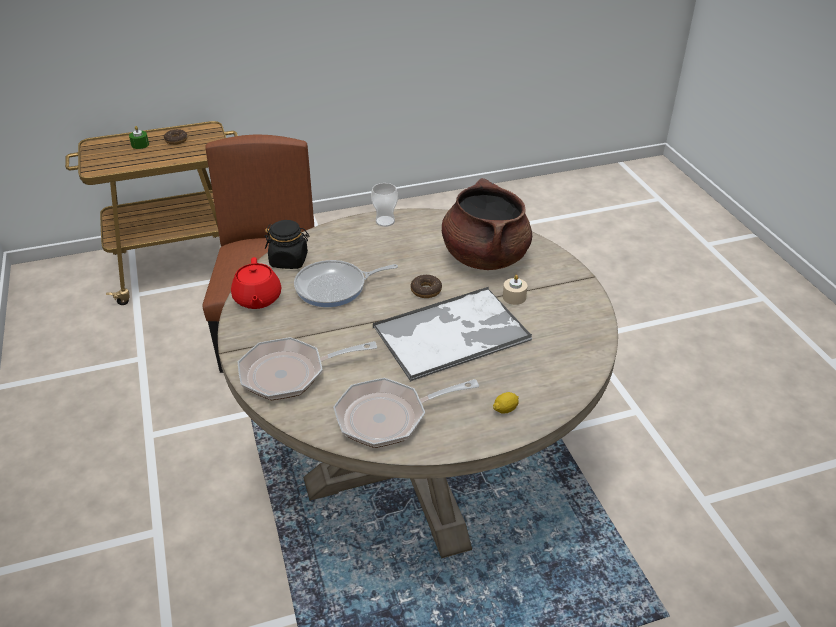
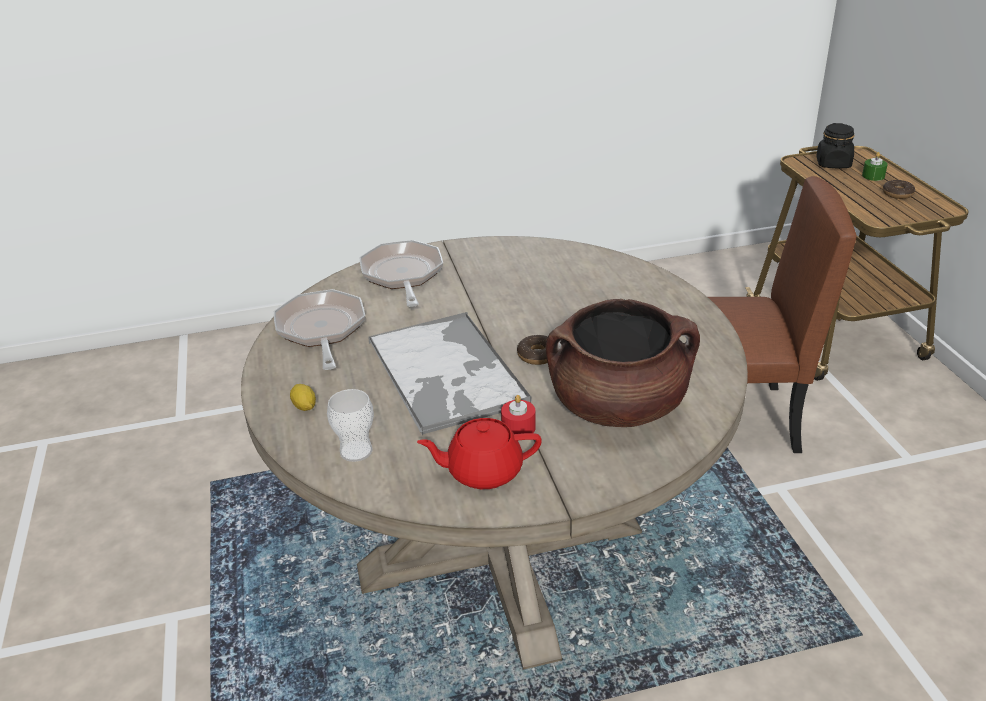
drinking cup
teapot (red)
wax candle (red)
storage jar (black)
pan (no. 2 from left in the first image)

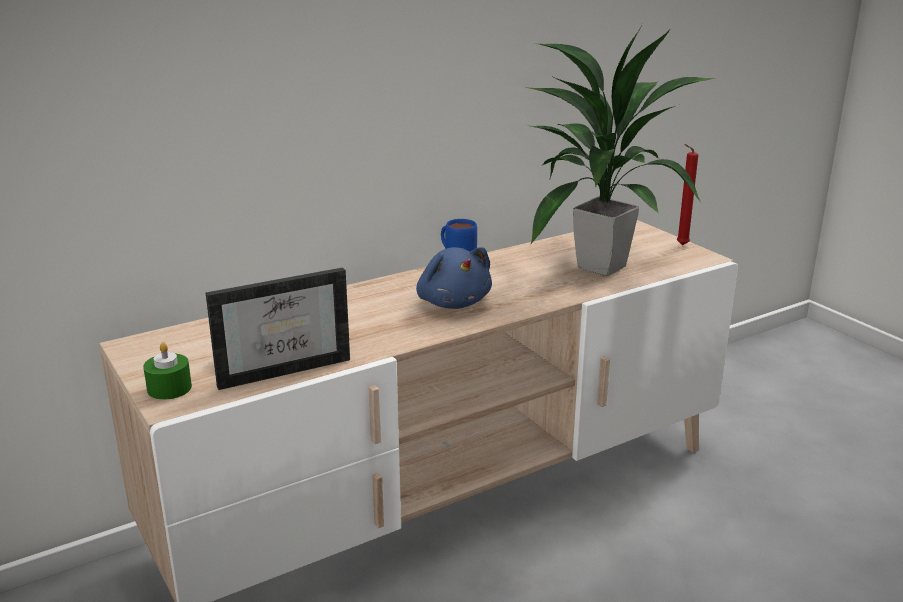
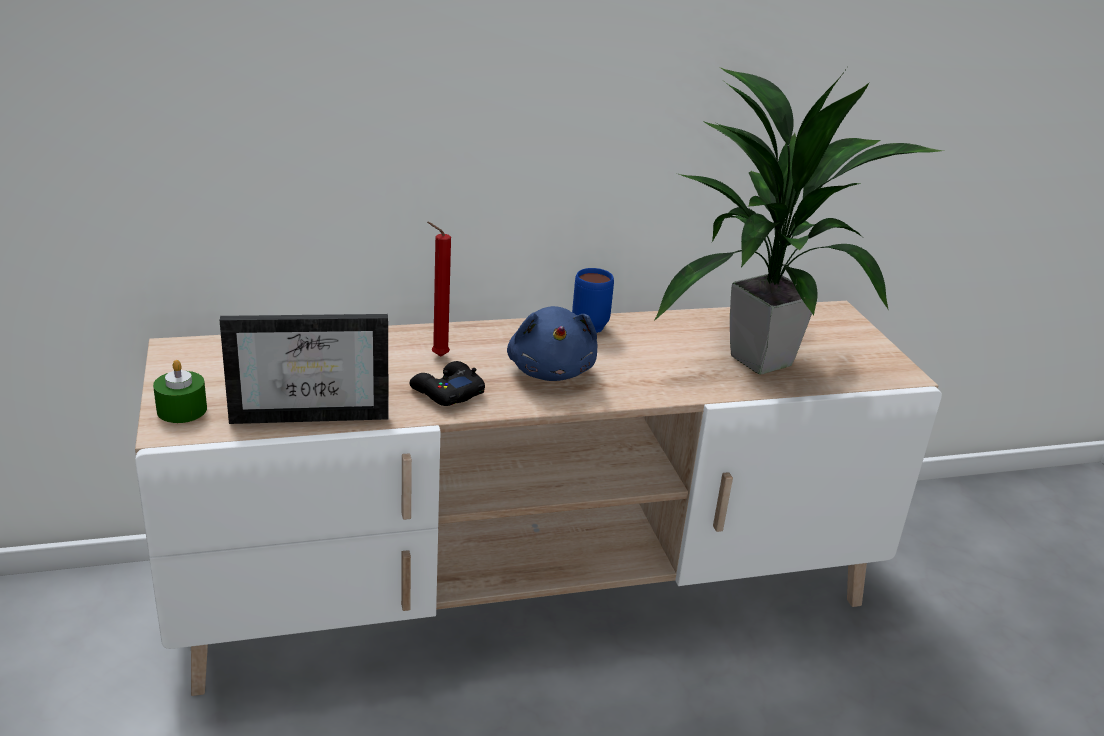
joypad (black)
wax candle (red)

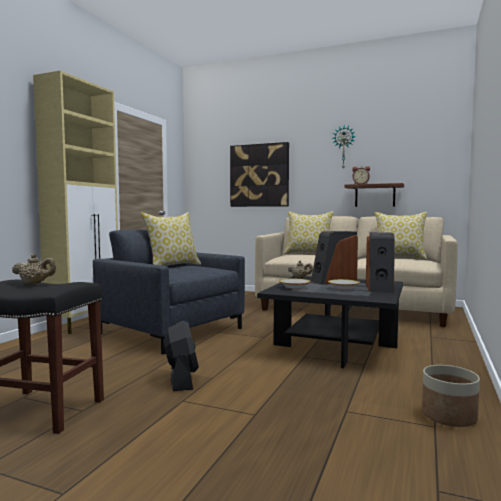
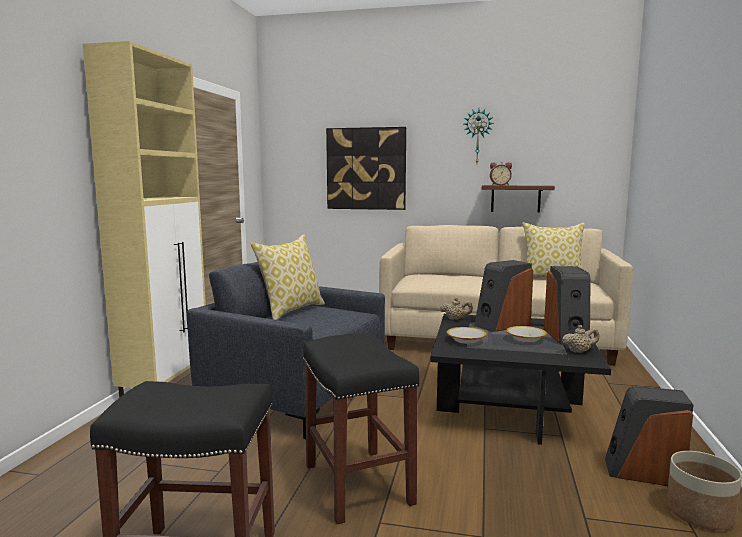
stool seat (black) (no. 2 from left)
teapot (beige-coloured) (no. 2 from left)
loudspeaker (no. 3 from left)
pillow (no. 2 from left in the first image)

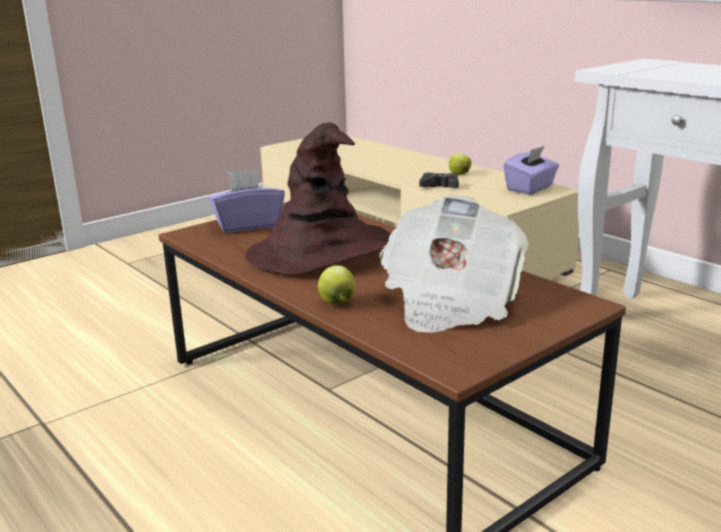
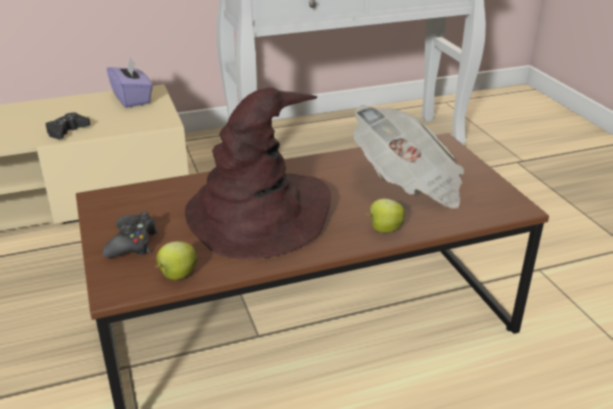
joypad (black) (no. 2 from left)
apple (no. 1 from left)

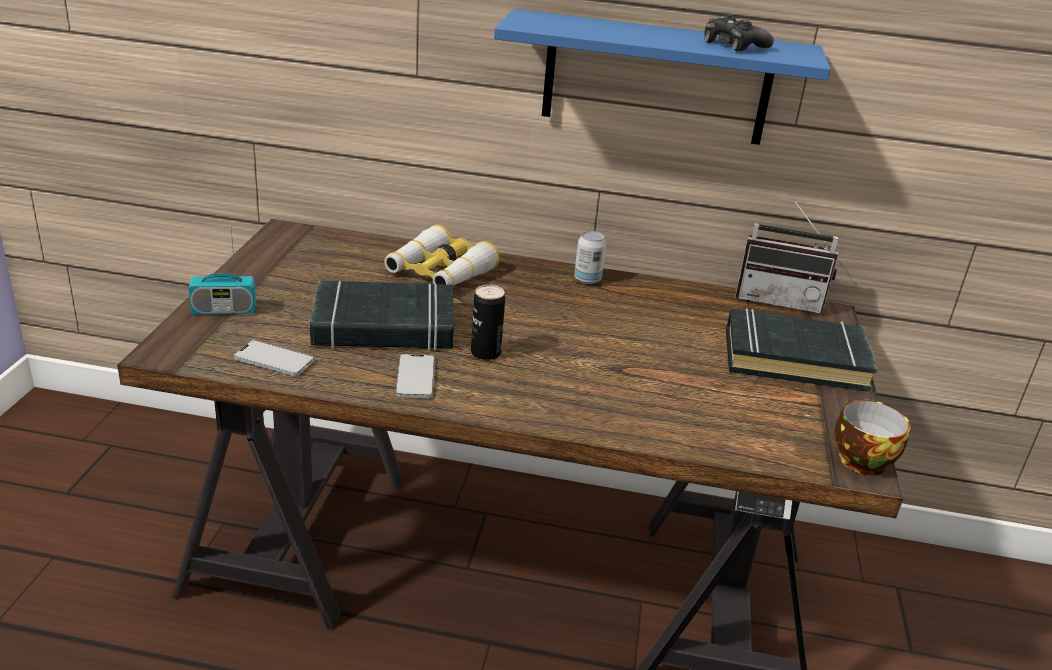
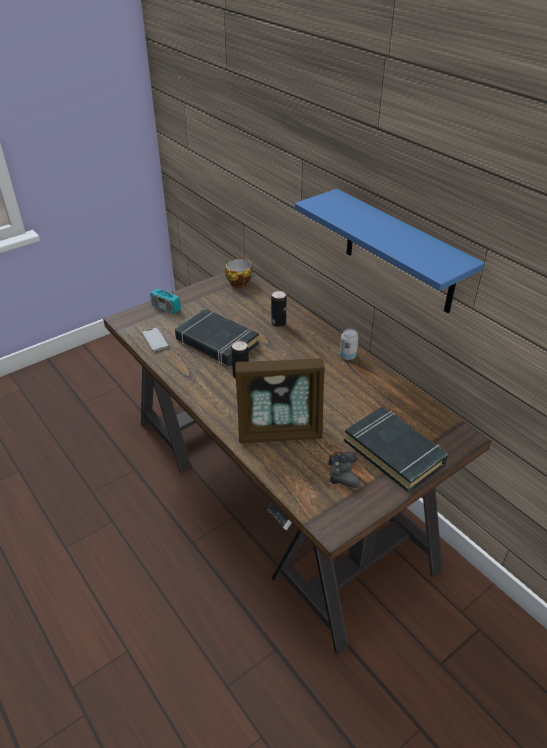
drinking cup
photo frame
can (no. 2 from left)
joypad (black)
phone (no. 2 from left in the first image)
radio (no. 2 from left in the first image)

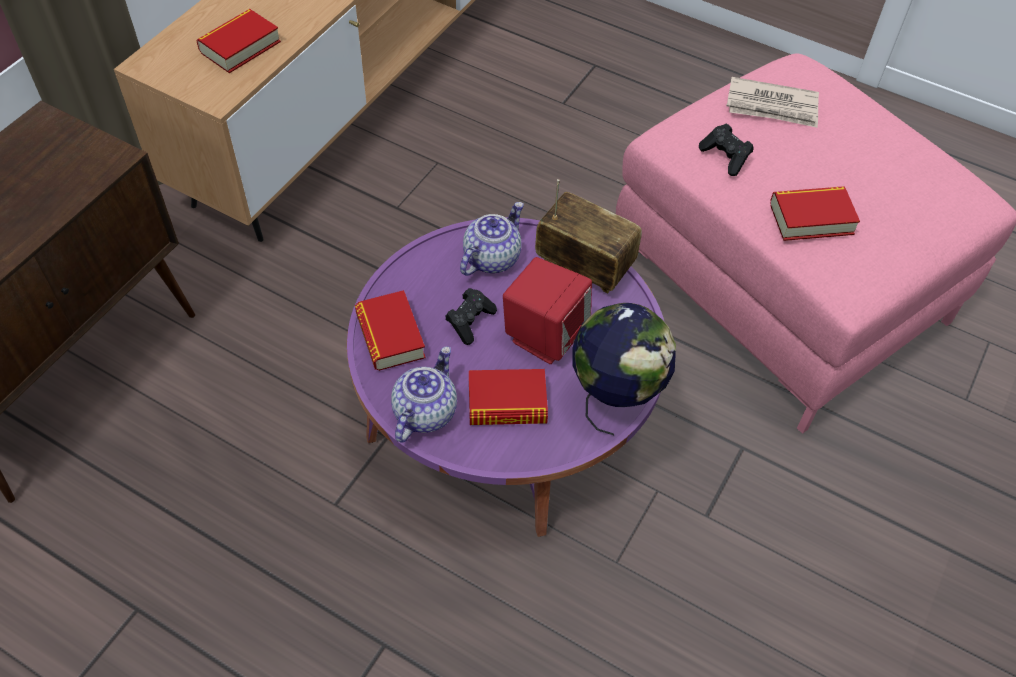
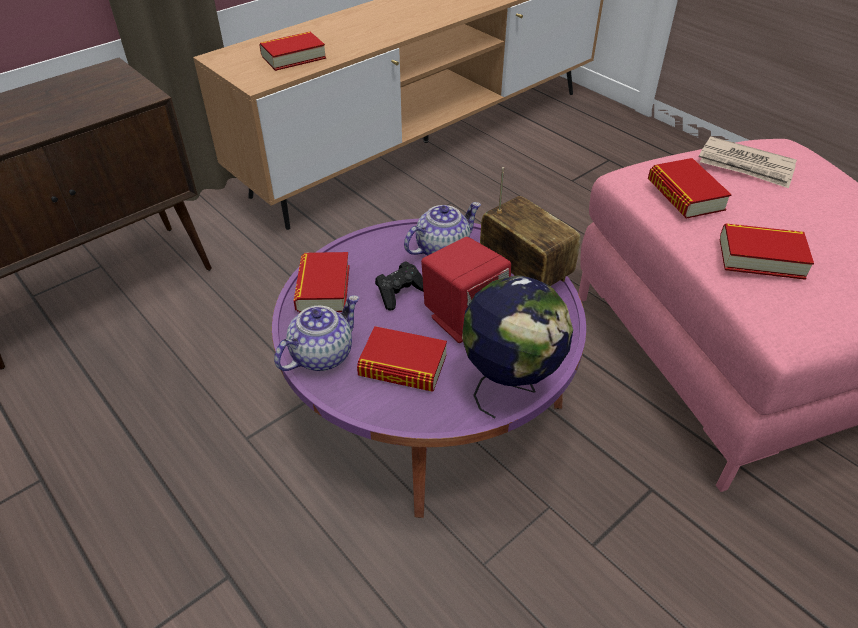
volume (no. 4 from left)

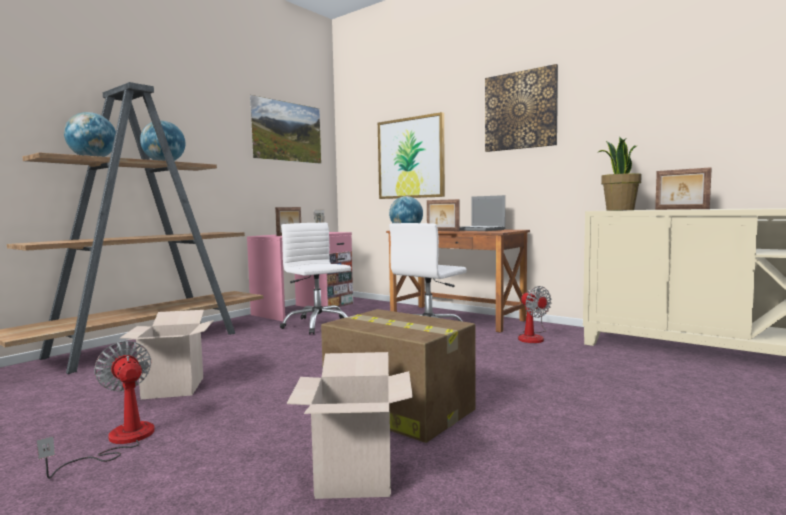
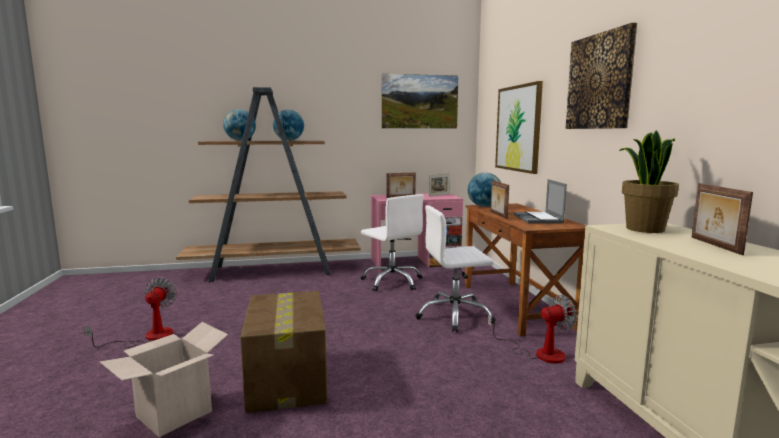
computer chair (white-coloured) (no. 1 from left)
fan (no. 2 from left)
cardboard box (no. 1 from left in the first image)

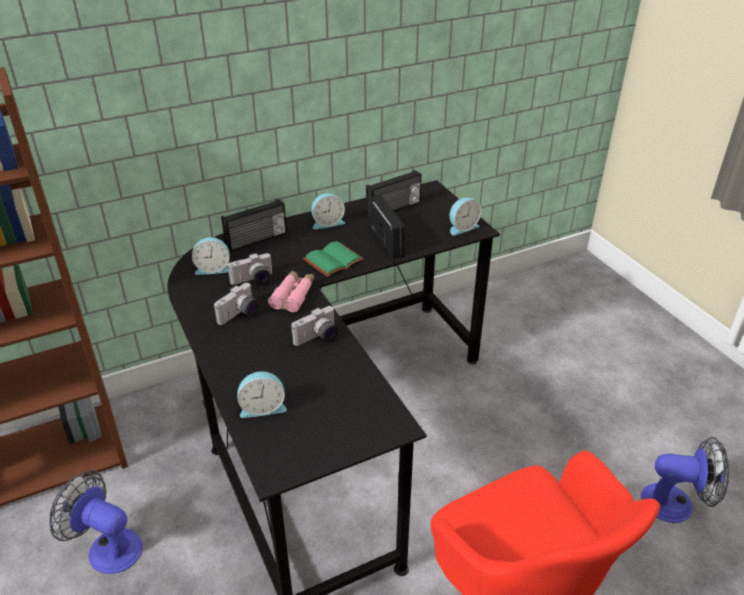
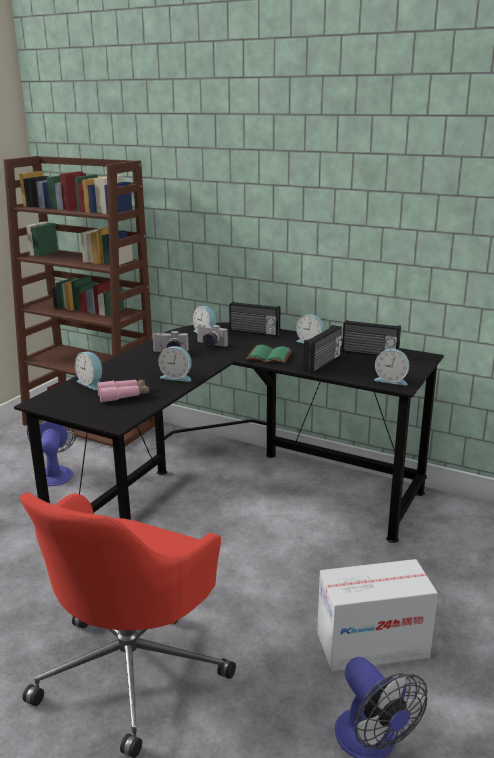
pair of binoculars (pinkish)
bedside clock (no. 2 from left)
cardboard box

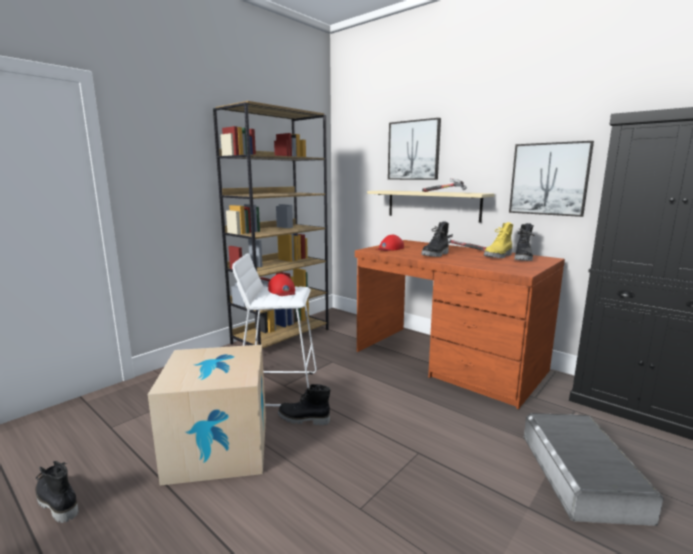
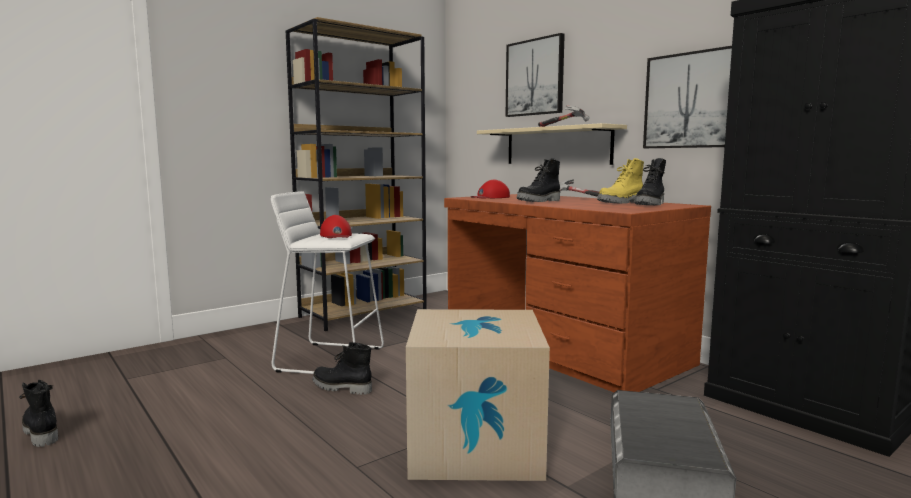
cardboard box

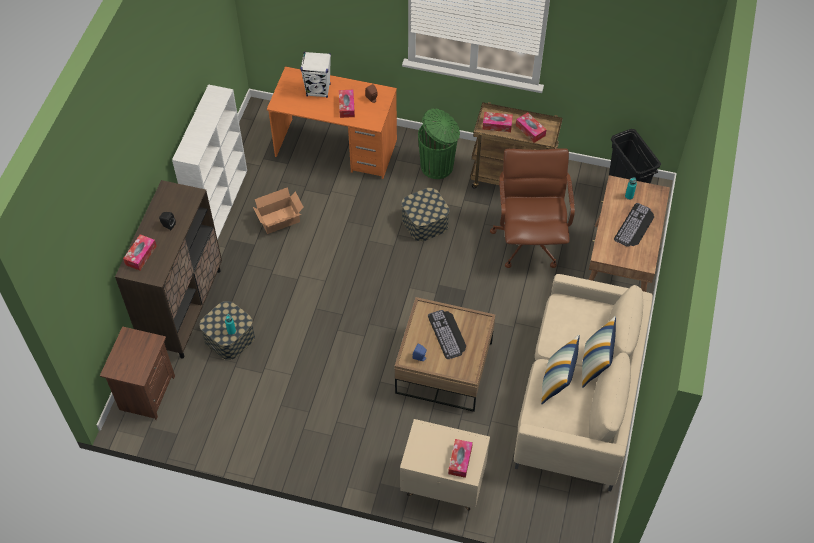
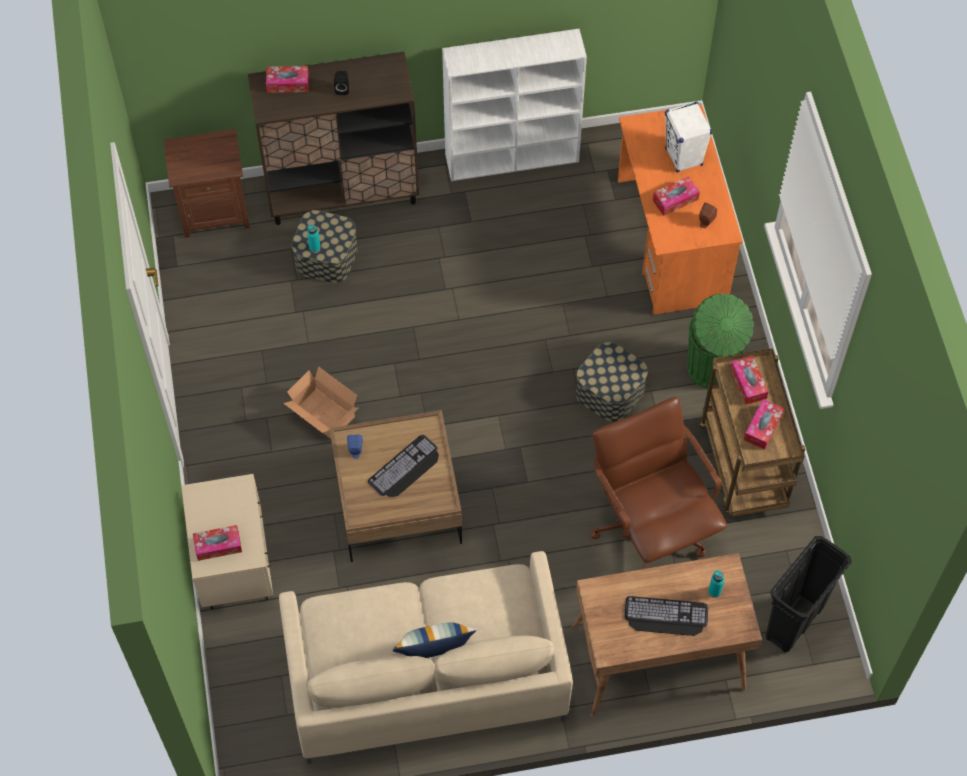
cardboard box
computer chair (brownish)
pillow (no. 1 from left in the first image)

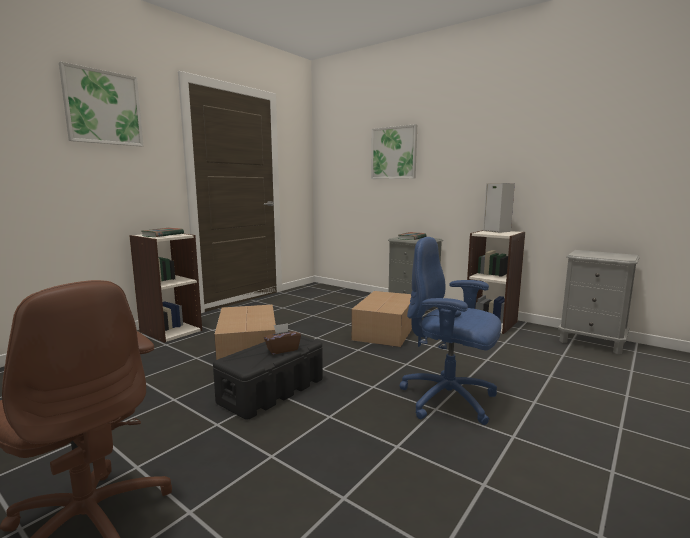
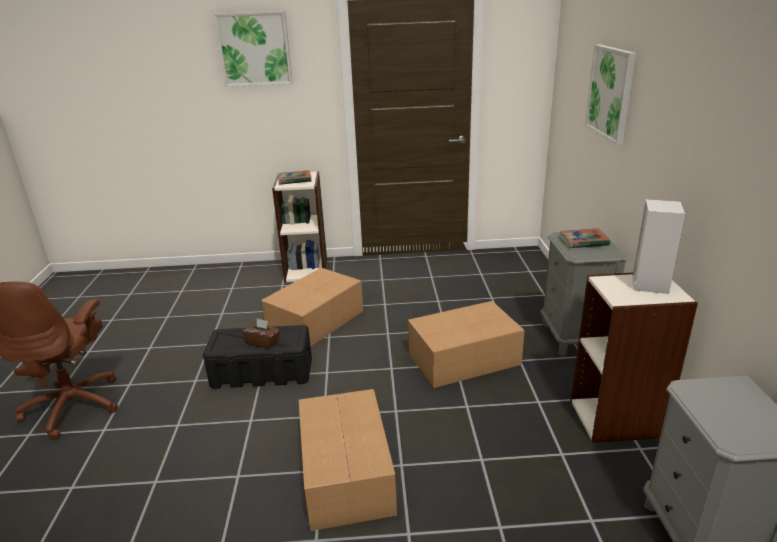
cardboard box (no. 2 from left)

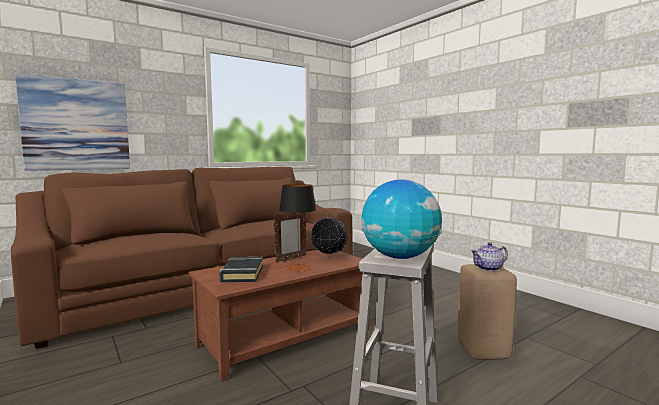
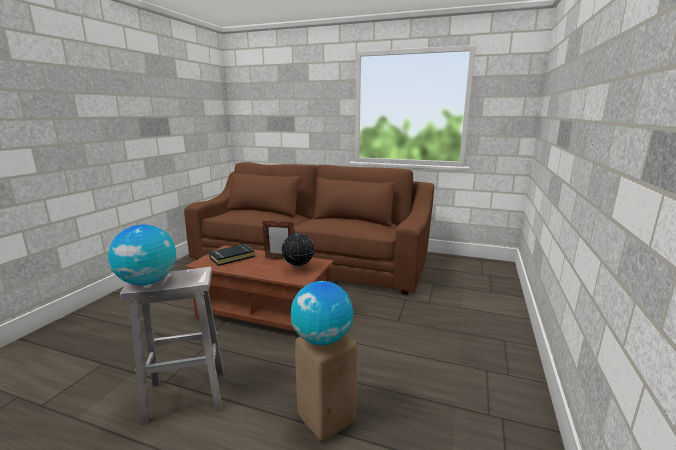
desk globe (no. 3 from left)
picture
lamp for a table

